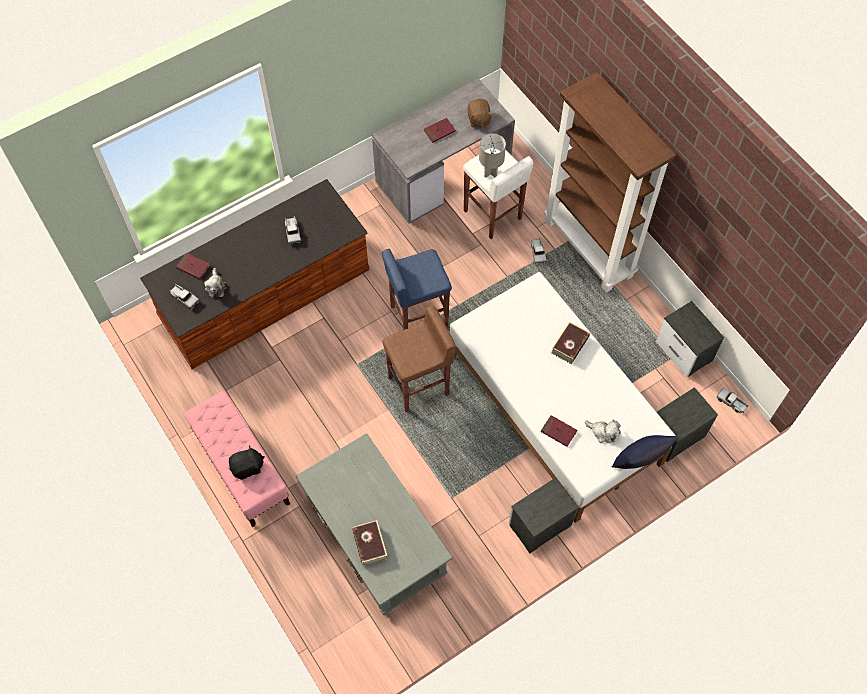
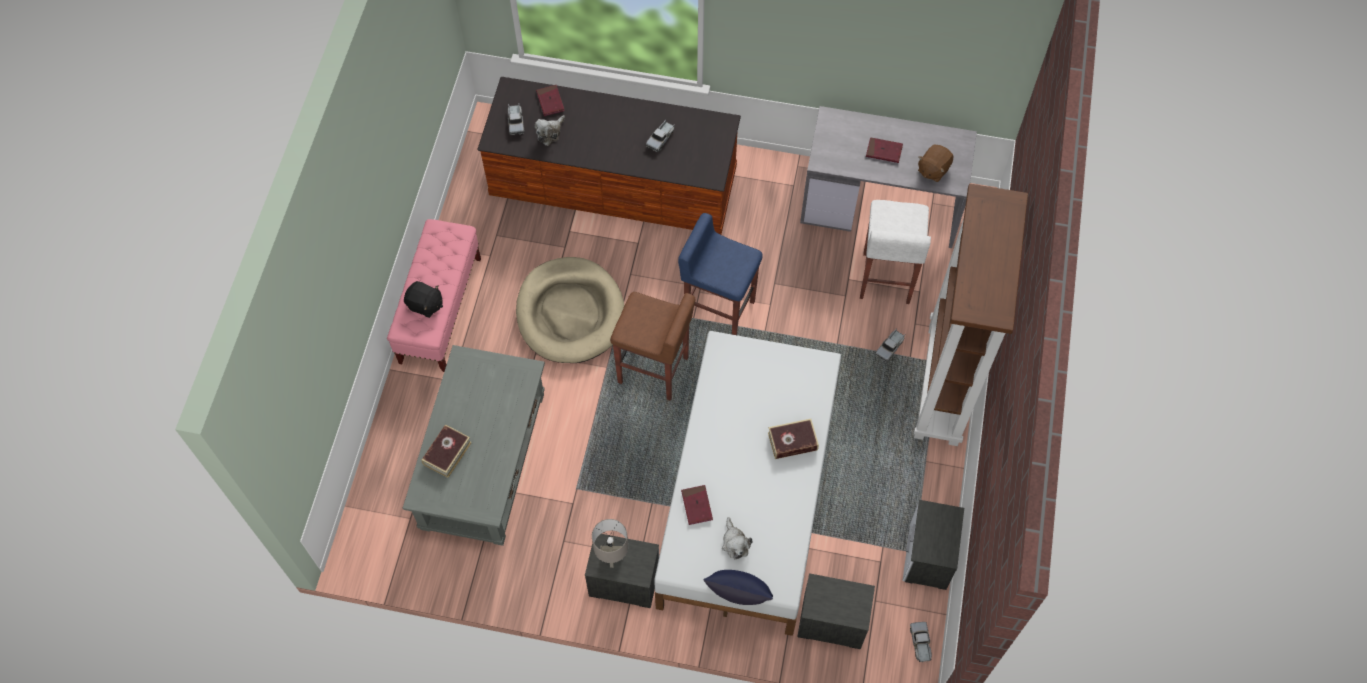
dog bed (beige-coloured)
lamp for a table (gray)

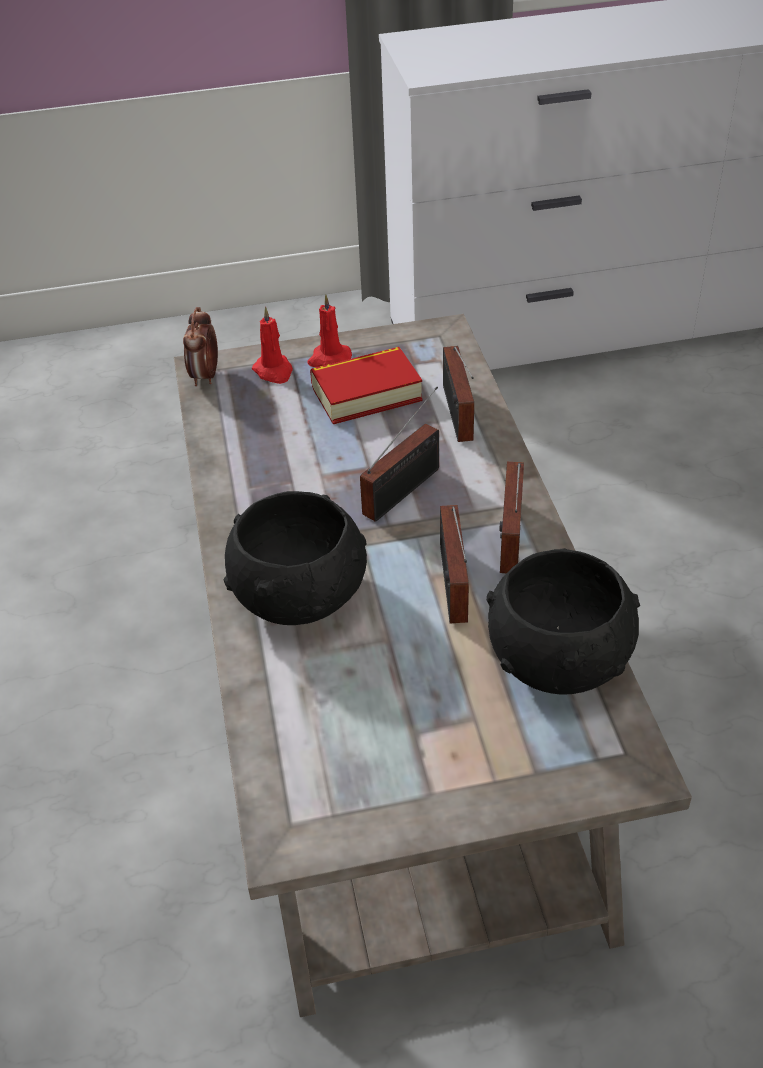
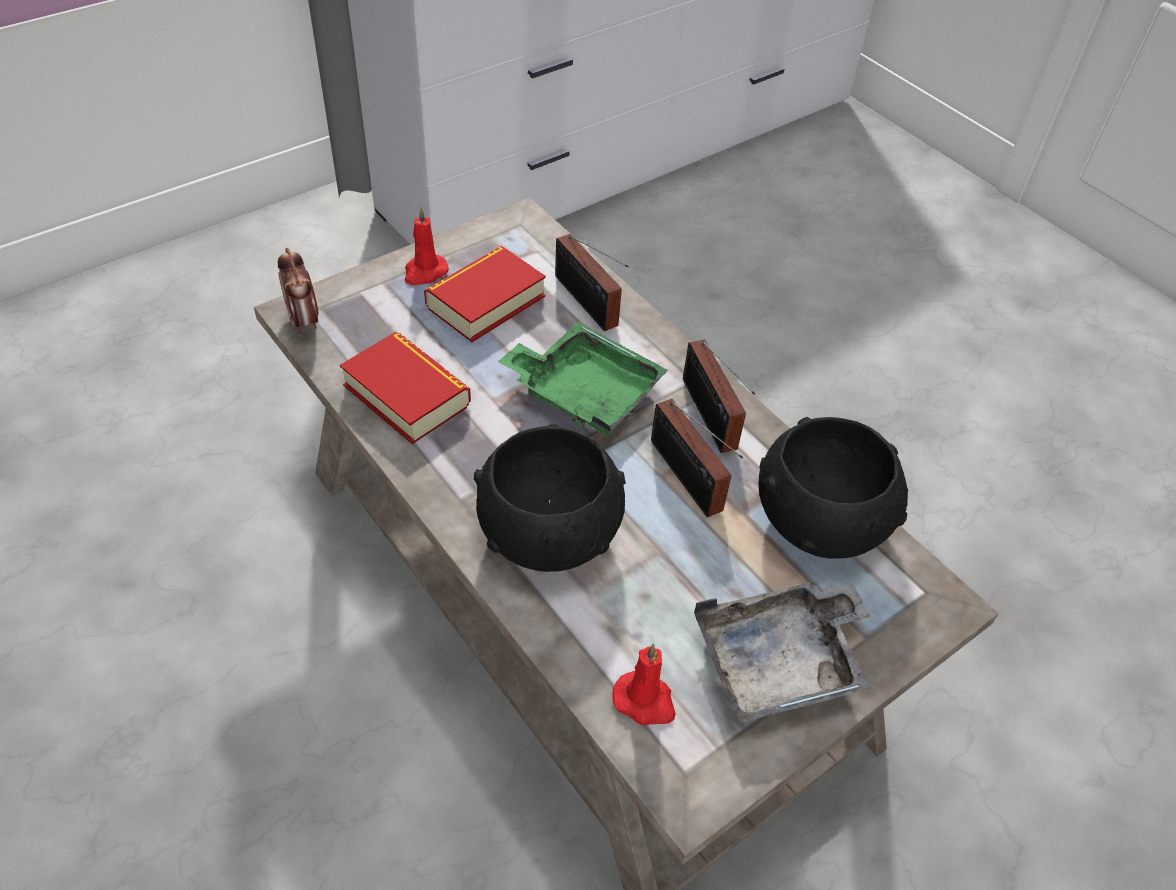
volume (no. 1 from left)
serving tray (green)
wax candle (red) (no. 2 from left)
serving tray (gray)

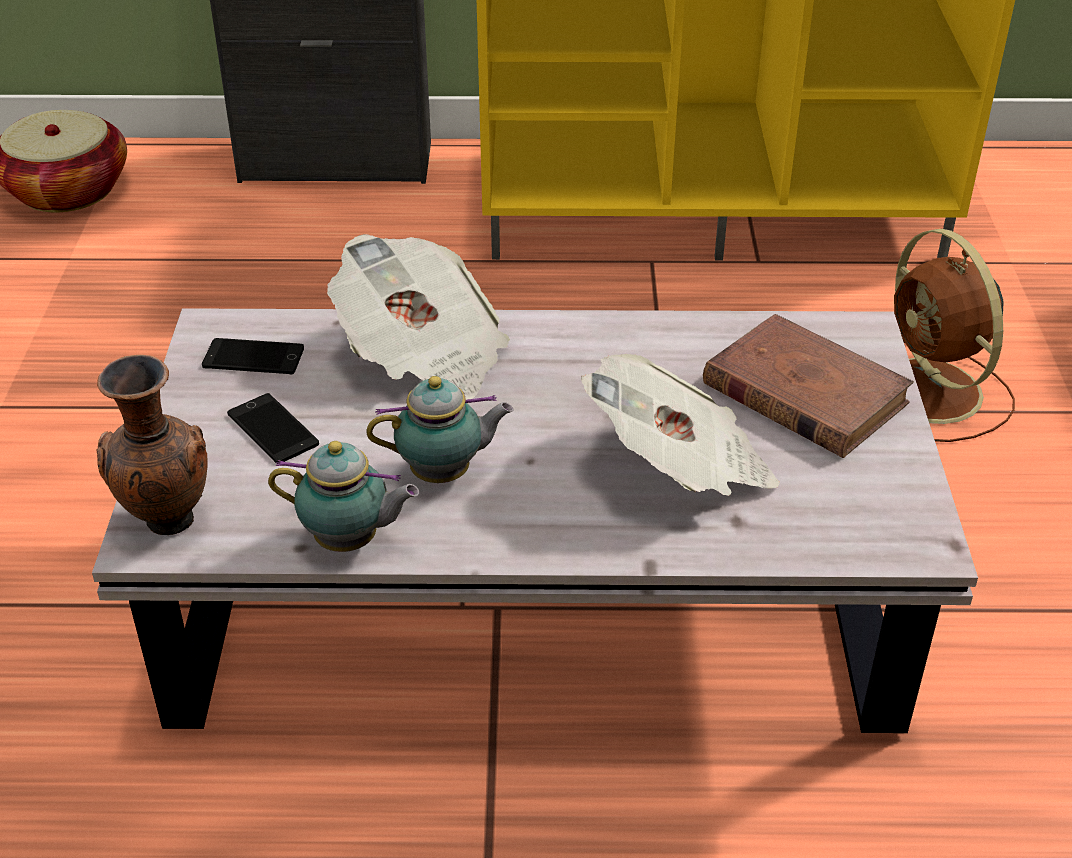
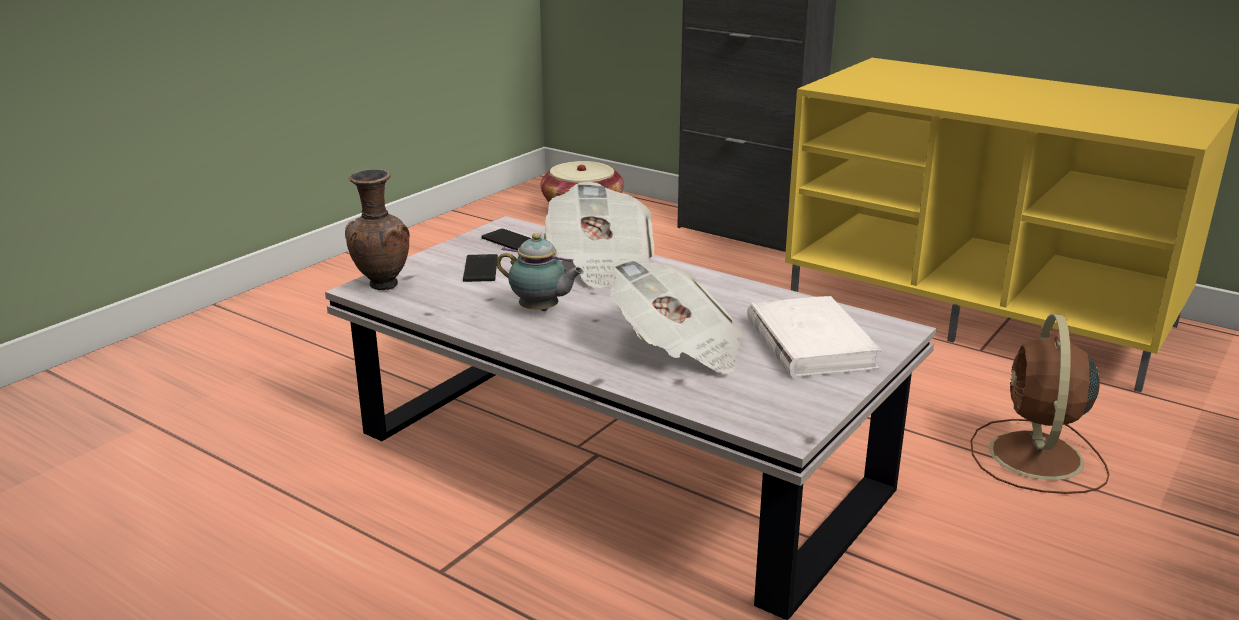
volume (white-coloured)
teapot (no. 1 from left in the first image)

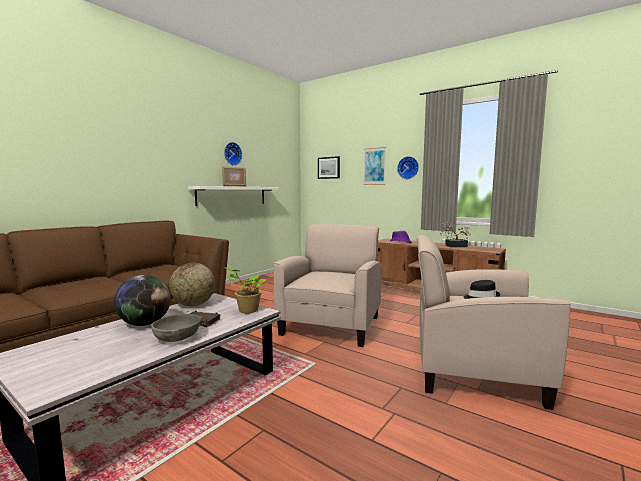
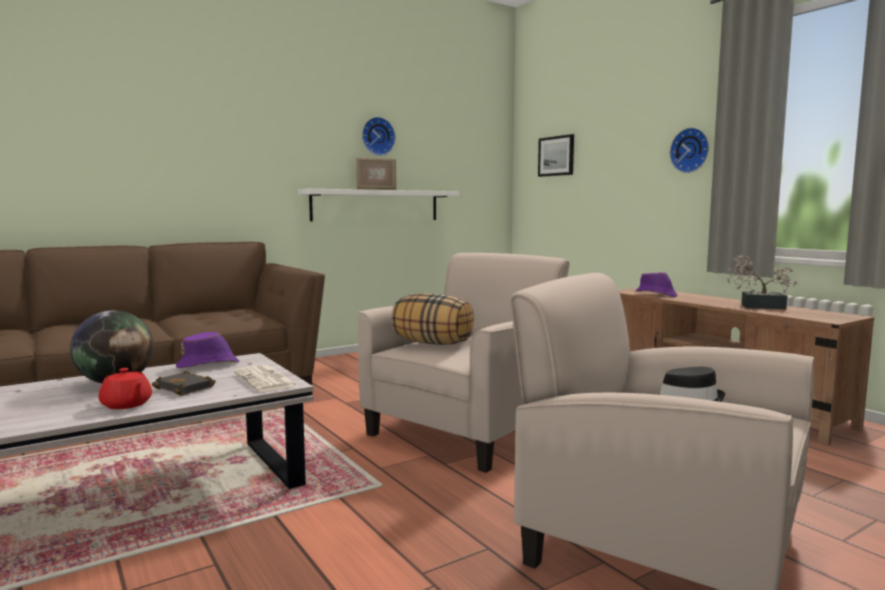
teapot (red)
wearable hat (purple) (no. 1 from left)
newspaper
pillow
picture (no. 2 from left in the first image)

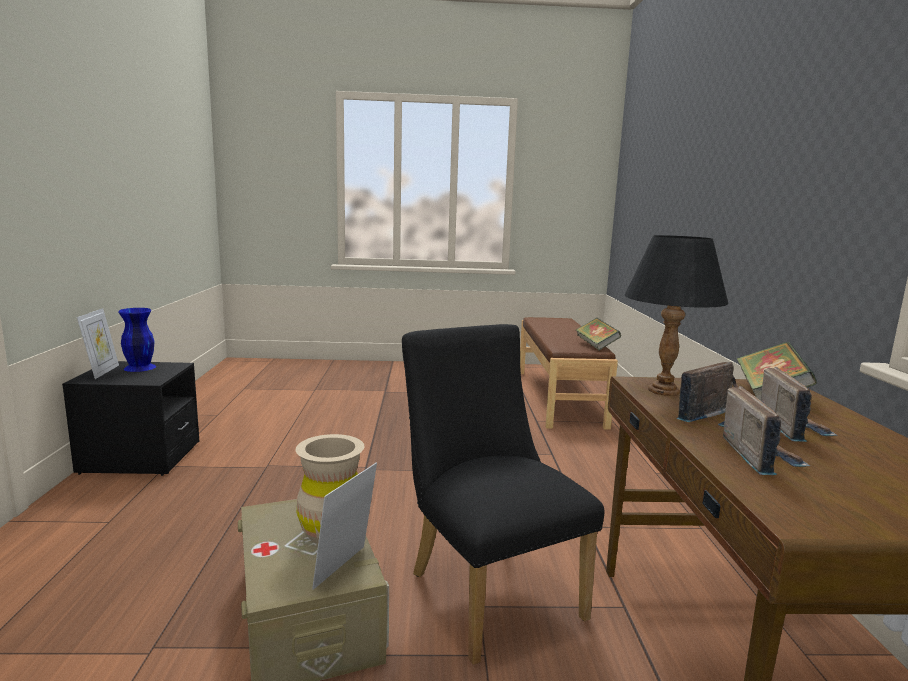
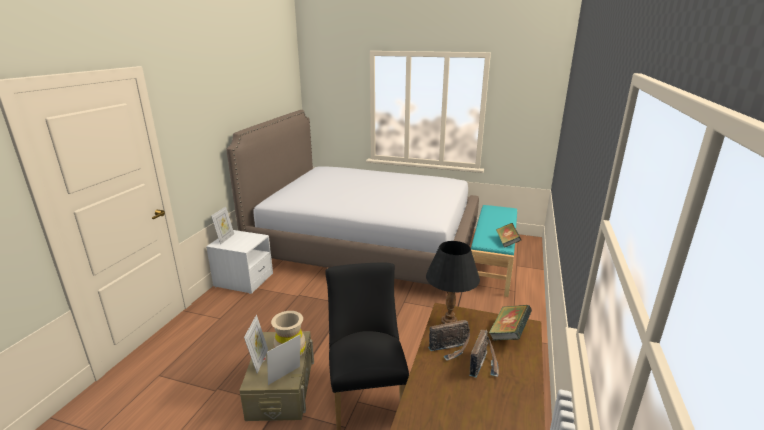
night table (white-coloured)
bedroom bed
photo frame (no. 2 from left)
indoor bench (turquoise-coloured)
decorative vase (bluish)
radio (no. 2 from left in the first image)

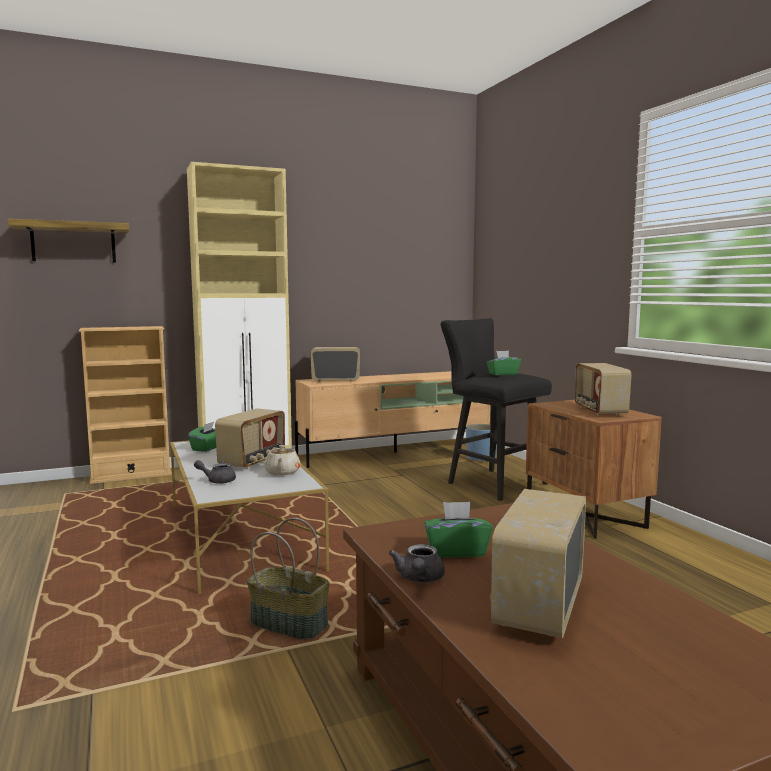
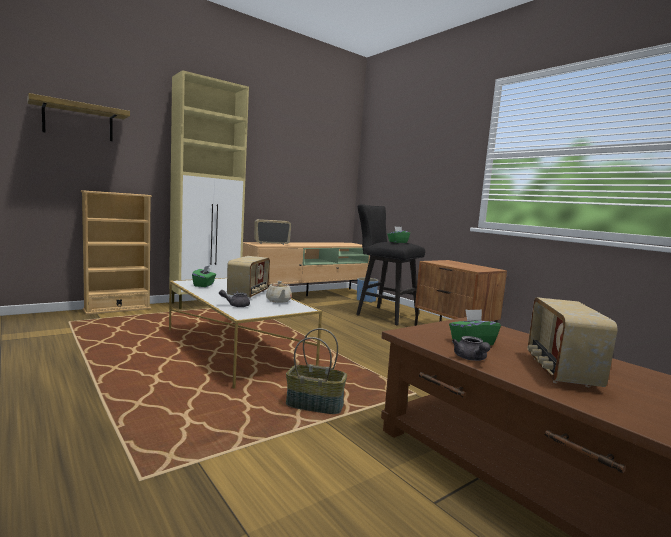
radio (no. 4 from left in the first image)

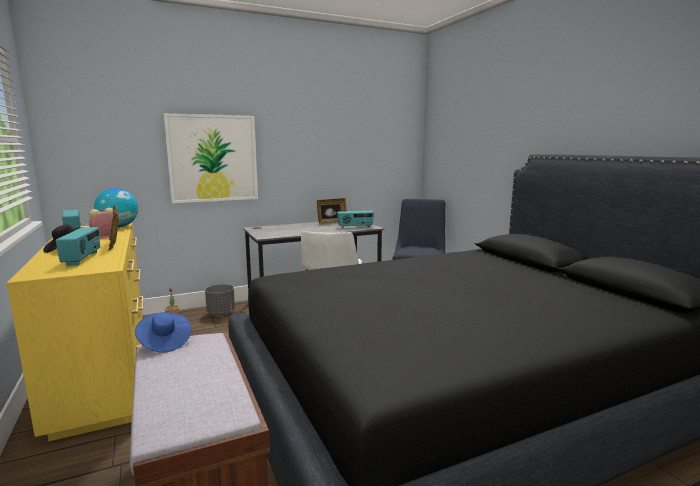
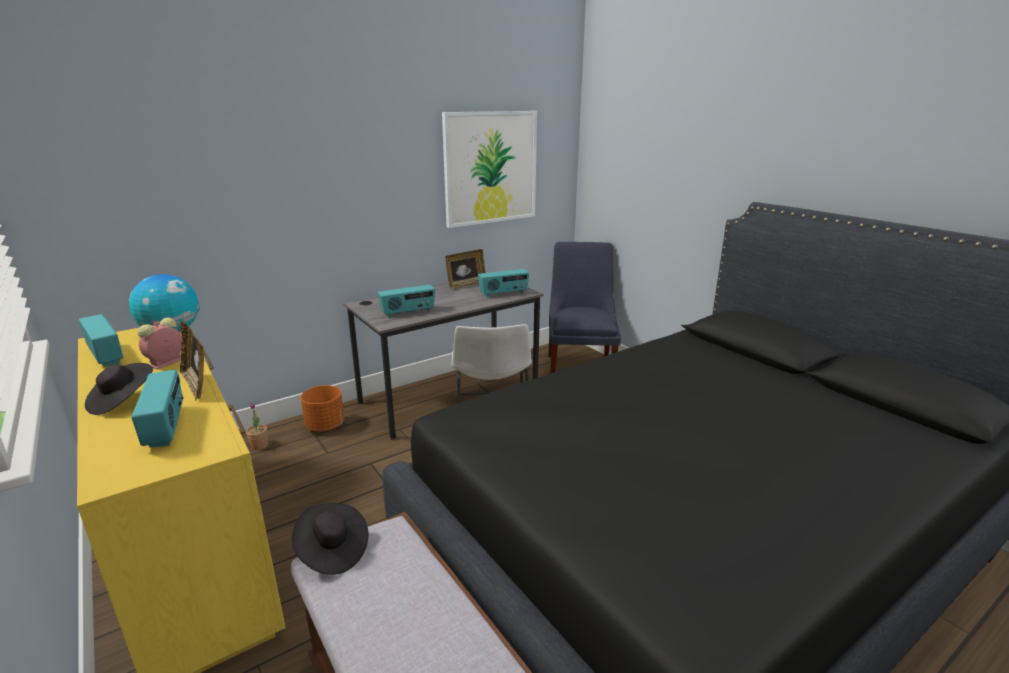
wearable hat (black) (no. 2 from left)
flower pot (orange-coloured)
radio (no. 3 from left)
picture

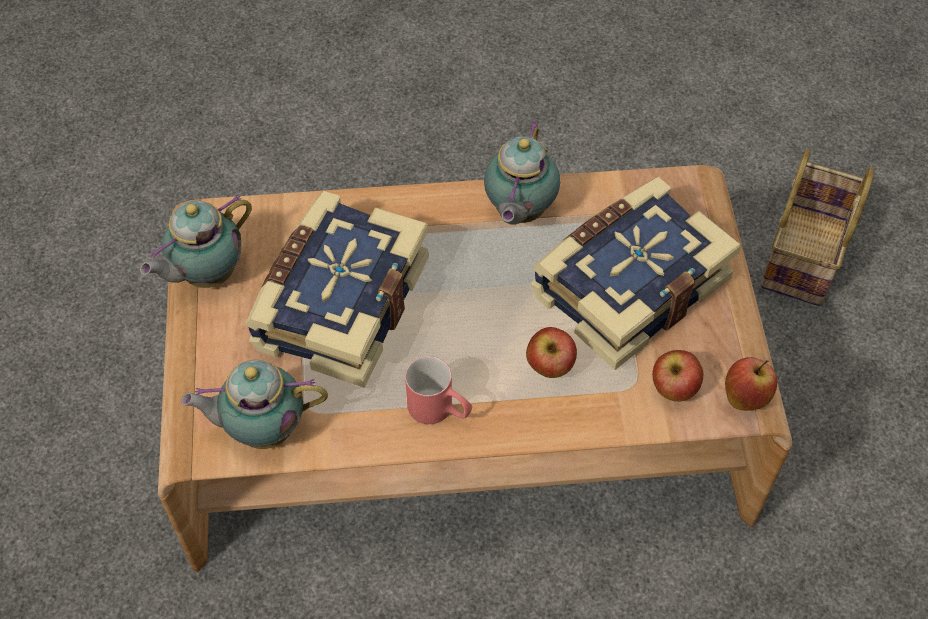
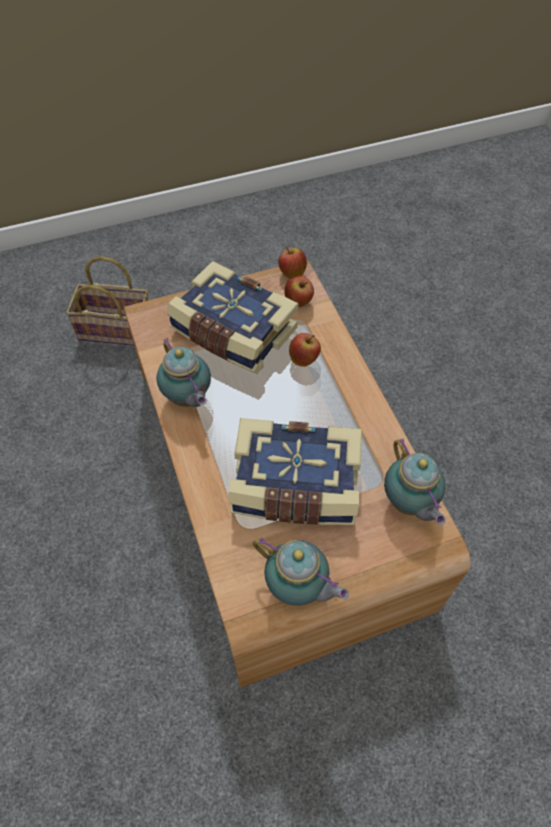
teapot (no. 1 from left)
mug (red)

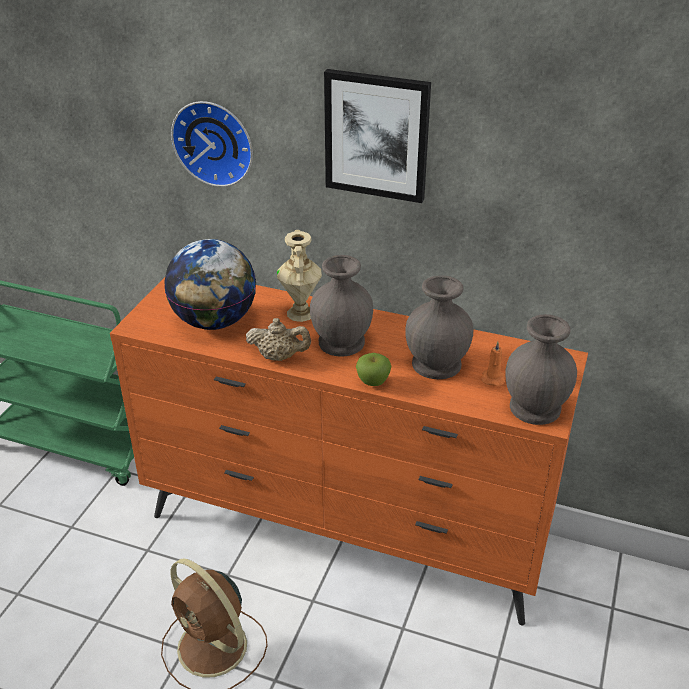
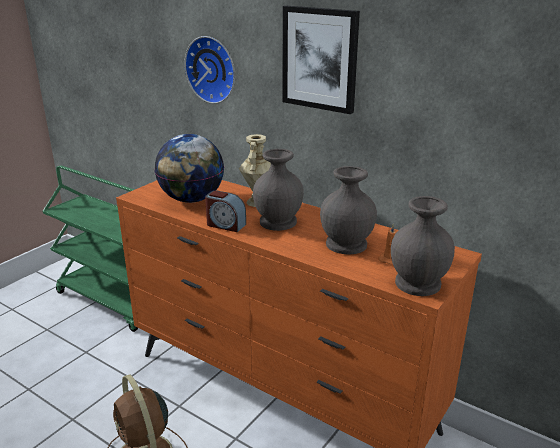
bedside clock
apple

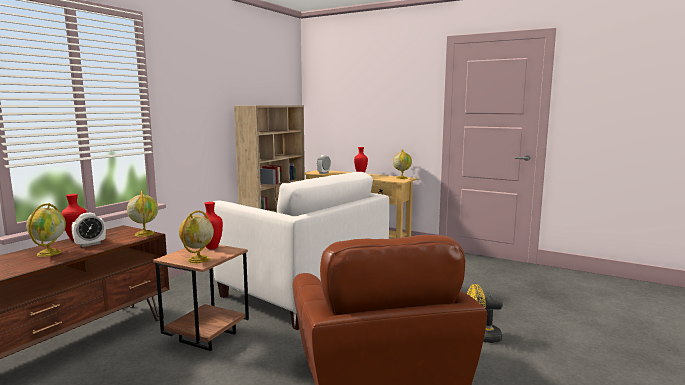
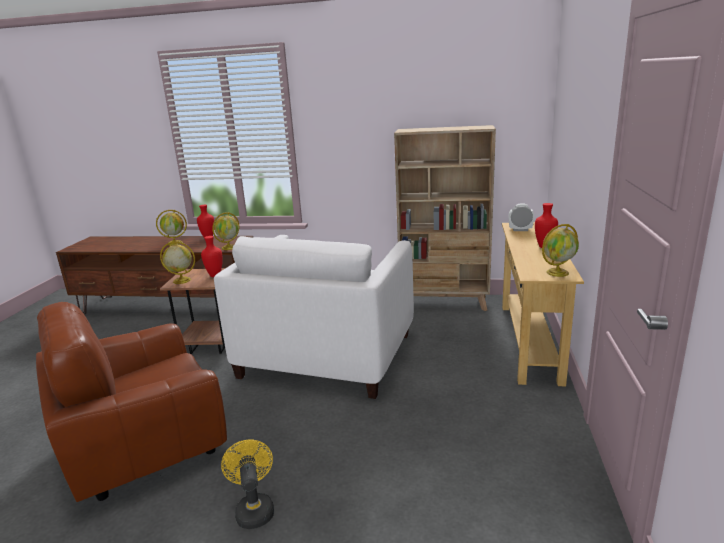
bedside clock (no. 1 from left in the first image)

